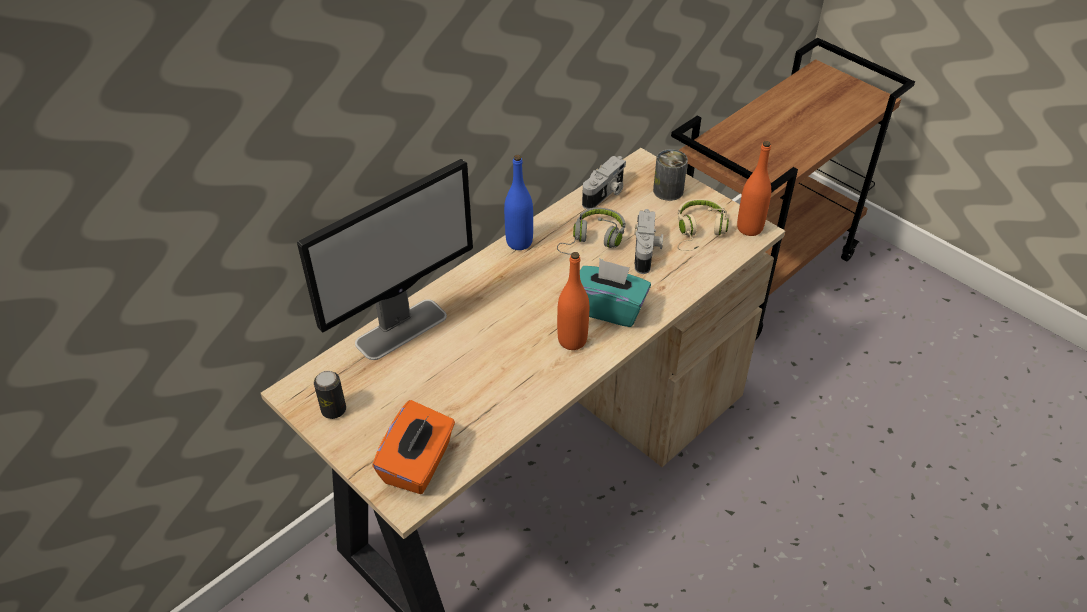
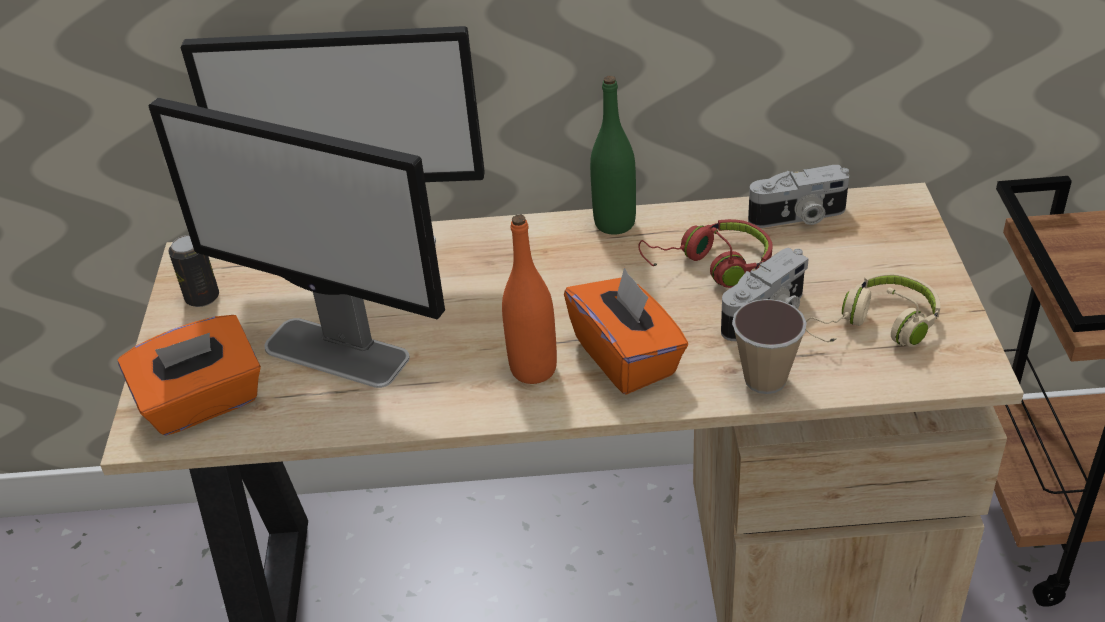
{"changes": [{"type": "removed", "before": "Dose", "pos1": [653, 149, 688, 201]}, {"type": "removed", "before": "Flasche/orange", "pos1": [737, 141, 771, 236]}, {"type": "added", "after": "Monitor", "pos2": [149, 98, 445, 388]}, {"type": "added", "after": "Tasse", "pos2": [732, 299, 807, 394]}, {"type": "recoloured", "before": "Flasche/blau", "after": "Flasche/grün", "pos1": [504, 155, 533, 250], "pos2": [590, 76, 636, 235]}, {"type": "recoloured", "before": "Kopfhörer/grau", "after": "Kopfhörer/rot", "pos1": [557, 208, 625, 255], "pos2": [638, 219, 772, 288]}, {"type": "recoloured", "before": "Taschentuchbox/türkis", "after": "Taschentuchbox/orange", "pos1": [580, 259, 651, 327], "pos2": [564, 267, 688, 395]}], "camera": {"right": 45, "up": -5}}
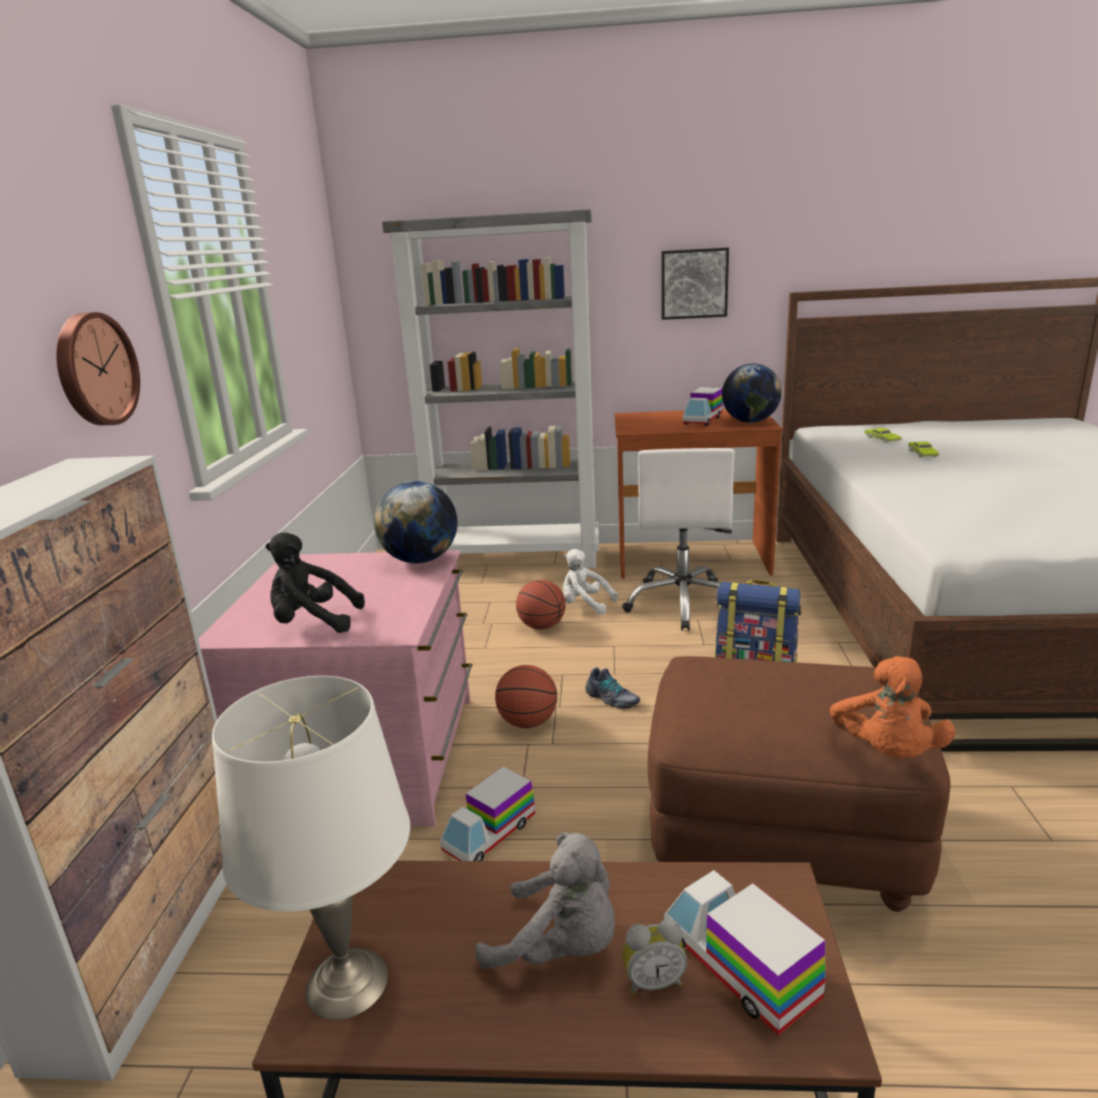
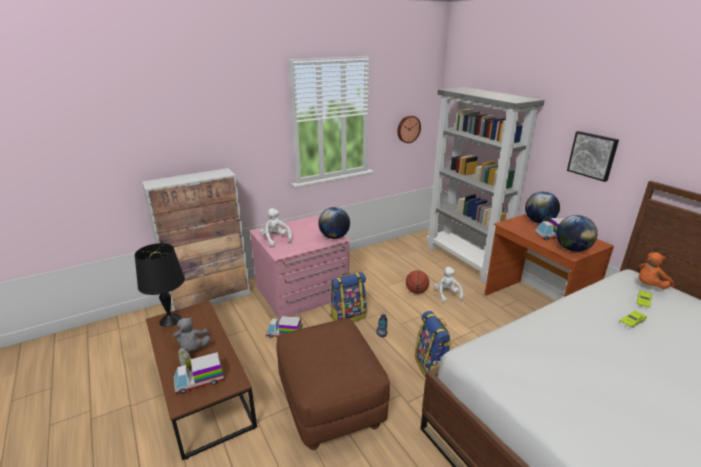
{"changes": [{"type": "removed", "before": "Bürostuhl/weiß", "pos1": [622, 448, 735, 630]}, {"type": "added", "after": "Globus", "pos2": [525, 191, 560, 224]}, {"type": "moved", "before": "Wanduhr", "pos1": [56, 312, 140, 426], "pos2": [397, 115, 421, 143]}, {"type": "moved", "before": "Plüschtier/orange", "pos1": [830, 656, 955, 758], "pos2": [639, 252, 674, 289]}, {"type": "replaced", "before": "Basketball", "after": "Rucksack", "pos1": [495, 665, 557, 728], "pos2": [330, 272, 367, 322]}, {"type": "recoloured", "before": "Tischlampe/weiß", "after": "Tischlampe/schwarz", "pos1": [212, 676, 410, 1020], "pos2": [135, 243, 185, 327]}, {"type": "recoloured", "before": "Plüschtier/schwarz", "after": "Plüschtier/weiß", "pos1": [266, 532, 365, 633], "pos2": [260, 208, 292, 247]}, {"type": "turned", "before": "Spielzeuglaster", "pos1": [664, 870, 825, 1035], "pos2": [174, 352, 224, 394], "turn": -135}], "camera": {"right": 55, "up": 5}}
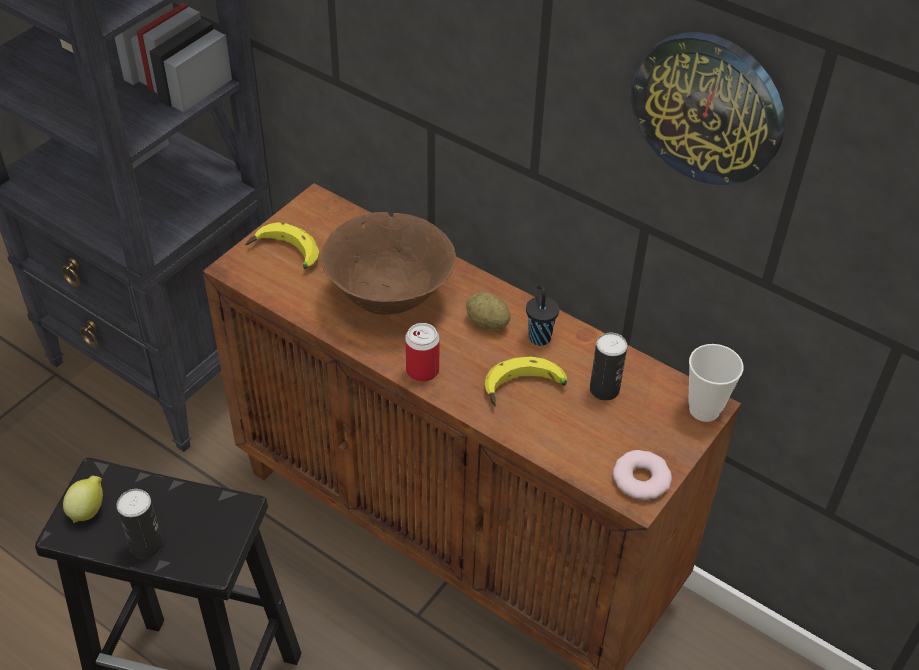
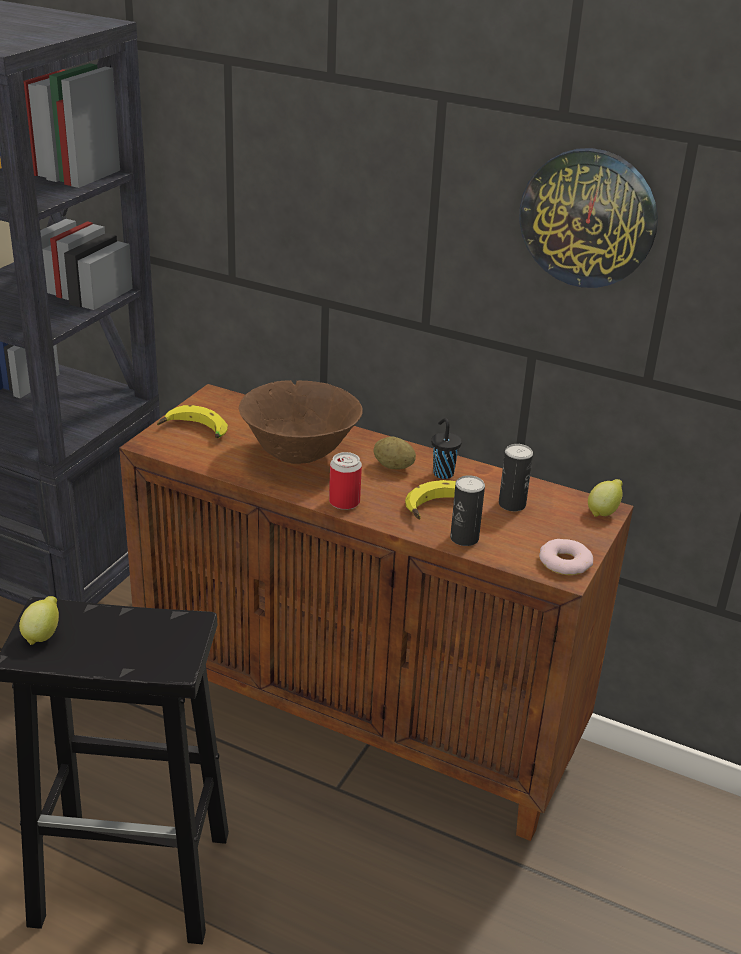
{"changes": [{"type": "moved", "before": "Dose", "pos1": [116, 489, 163, 558], "pos2": [450, 475, 485, 546]}, {"type": "replaced", "before": "Tasse", "after": "Zitrone", "pos1": [688, 344, 744, 422], "pos2": [588, 479, 623, 517]}], "camera": {"right": -10, "up": -15}}
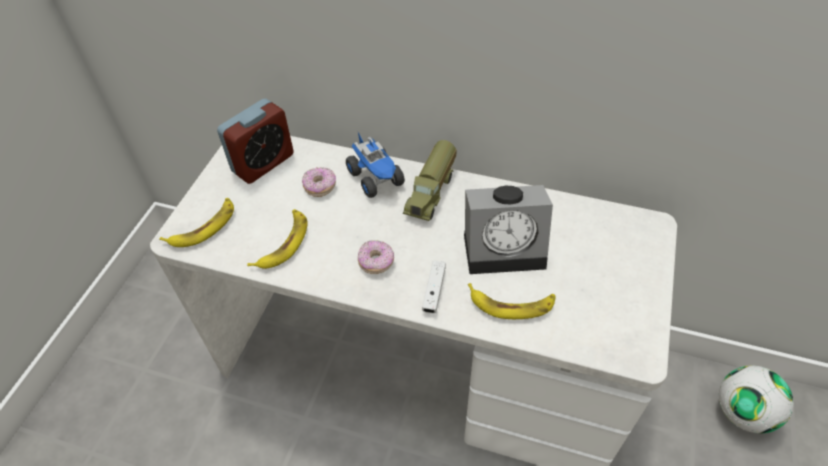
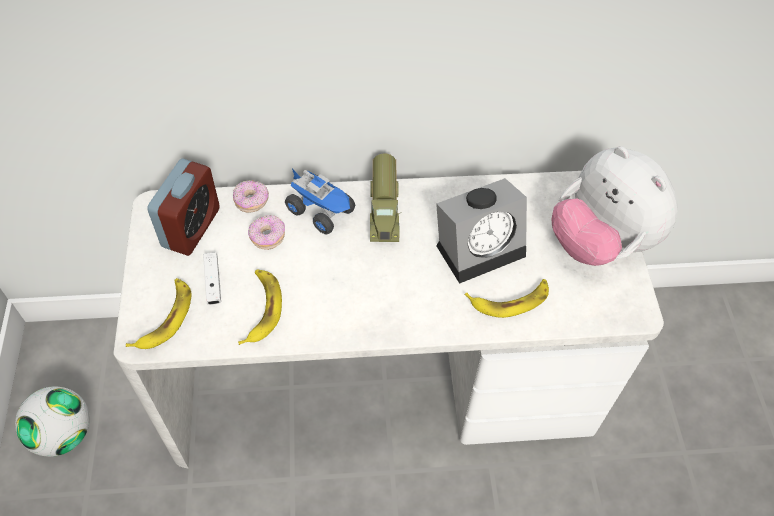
{"changes": [{"type": "added", "after": "Plüschtier", "pos2": [552, 146, 678, 266]}, {"type": "moved", "before": "Donut", "pos1": [358, 240, 394, 274], "pos2": [233, 180, 269, 213]}, {"type": "moved", "before": "Gamepad/weiß", "pos1": [422, 261, 446, 313], "pos2": [203, 252, 221, 305]}, {"type": "moved", "before": "Fußball", "pos1": [719, 365, 793, 433], "pos2": [15, 386, 90, 457]}], "camera": {"right": -25, "up": 5}}
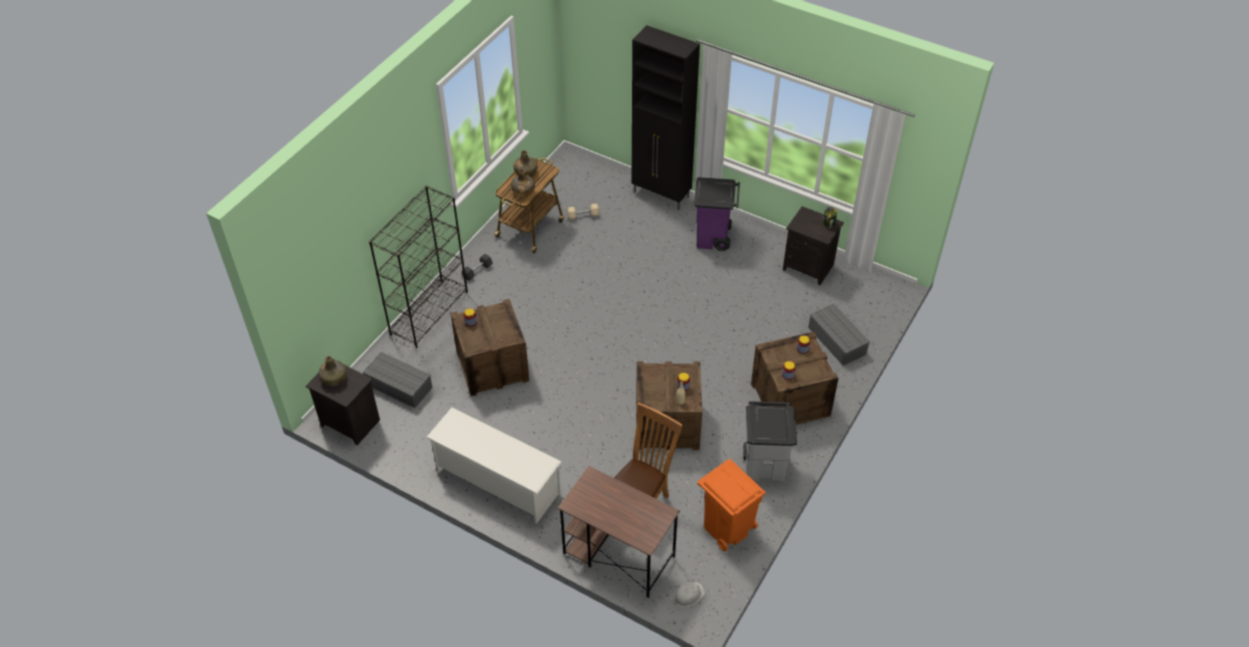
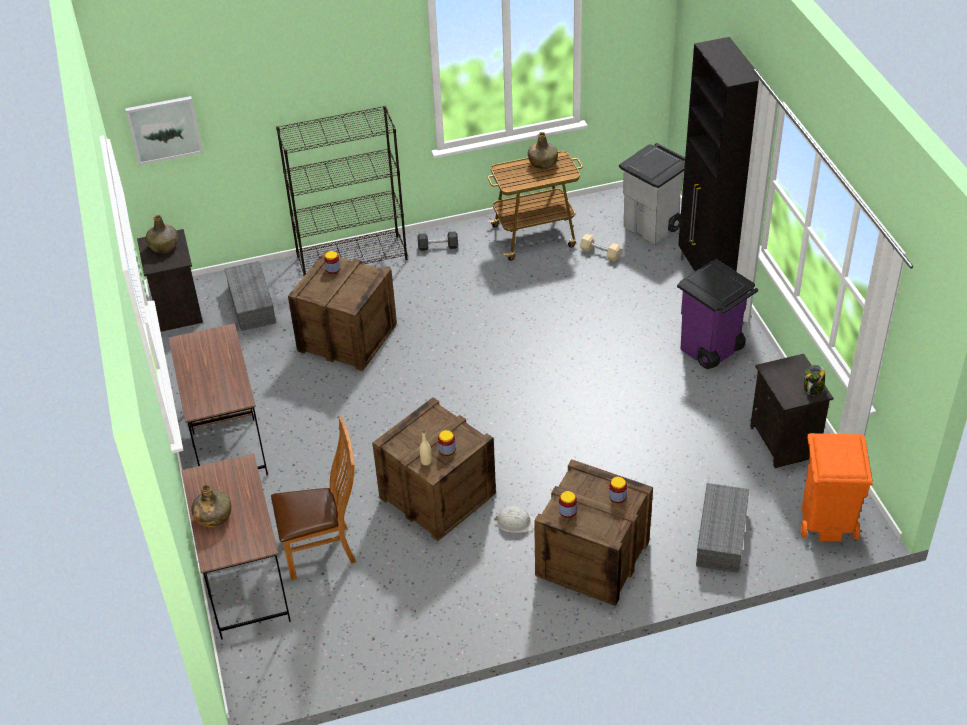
{"changes": [{"type": "added", "after": "Bild", "pos2": [125, 96, 203, 165]}, {"type": "moved", "before": "Flasche/grün", "pos1": [511, 169, 535, 197], "pos2": [191, 484, 231, 527]}, {"type": "moved", "before": "Schutzhelm/weiß", "pos1": [674, 582, 706, 607], "pos2": [494, 506, 536, 533]}, {"type": "moved", "before": "Mülleimer/orange", "pos1": [697, 459, 766, 551], "pos2": [801, 433, 873, 541]}, {"type": "moved", "before": "Mülleimer/grau", "pos1": [743, 401, 797, 482], "pos2": [619, 143, 685, 244]}, {"type": "replaced", "before": "Schuhregal/weiß", "after": "Schreibtisch/braun", "pos1": [426, 407, 561, 524], "pos2": [169, 323, 268, 475]}], "camera": {"right": 45, "up": -5}}
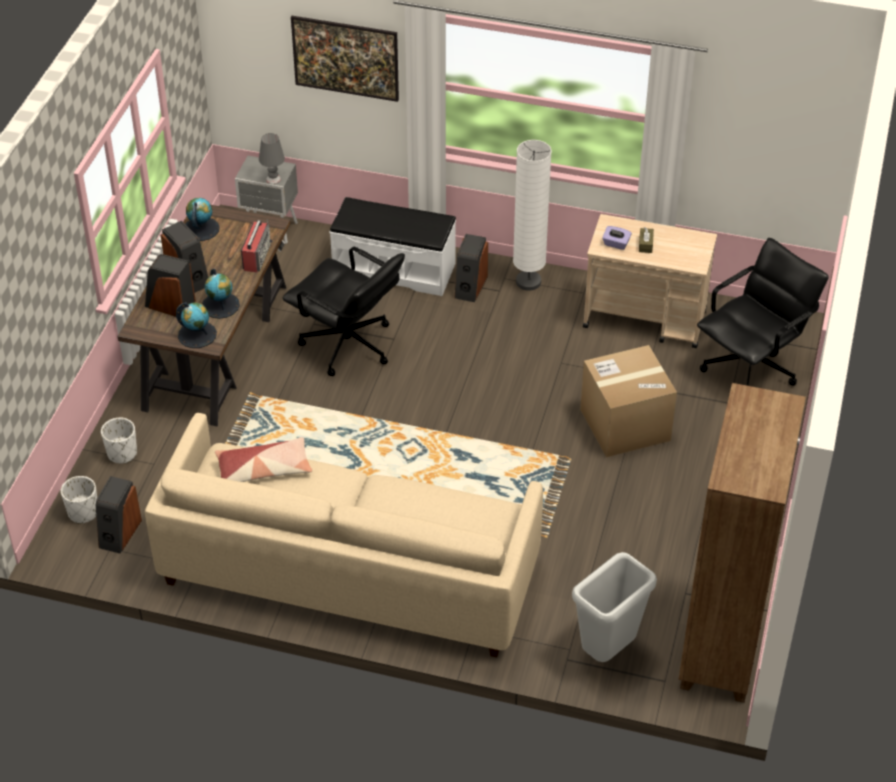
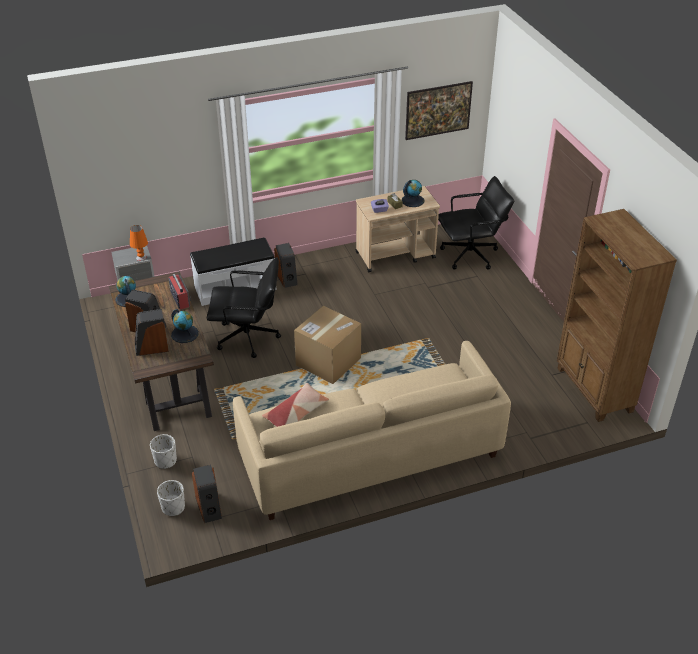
{"changes": [{"type": "removed", "before": "Stehlampe/weiß", "pos1": [513, 140, 552, 291]}, {"type": "removed", "before": "Mülleimer/grau", "pos1": [572, 552, 657, 662]}, {"type": "moved", "before": "Globus", "pos1": [176, 302, 217, 348], "pos2": [402, 180, 425, 207]}, {"type": "moved", "before": "Bild", "pos1": [291, 16, 399, 102], "pos2": [405, 81, 473, 140]}, {"type": "moved", "before": "Karton", "pos1": [580, 345, 677, 457], "pos2": [294, 306, 361, 384]}, {"type": "recoloured", "before": "Tischlampe/grau", "after": "Tischlampe/orange", "pos1": [259, 133, 285, 184], "pos2": [130, 225, 148, 261]}, {"type": "turned", "before": "Bürostuhl/schwarz", "pos1": [697, 238, 829, 386], "pos2": [438, 176, 514, 270], "turn": 60}], "camera": {"right": -35, "up": -5}}
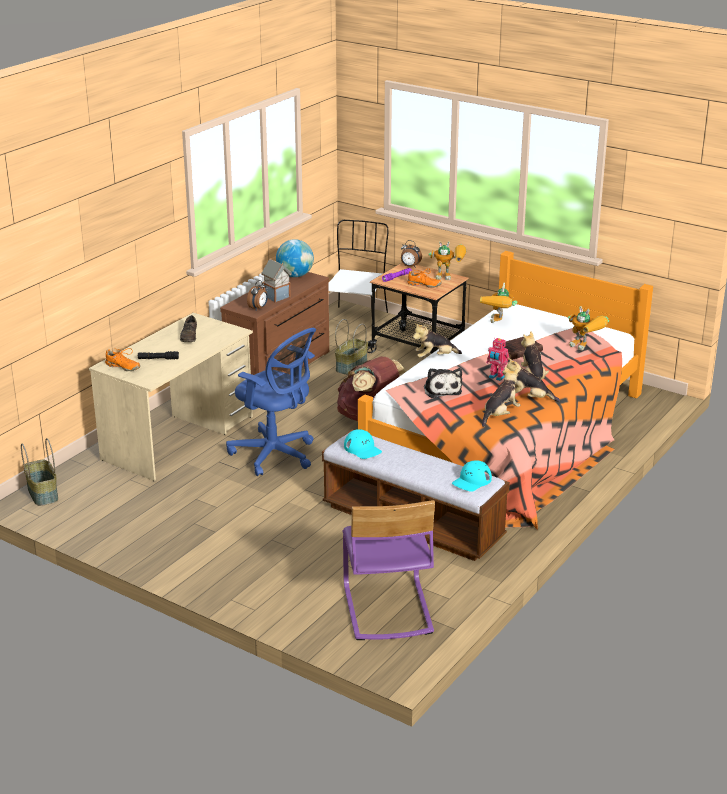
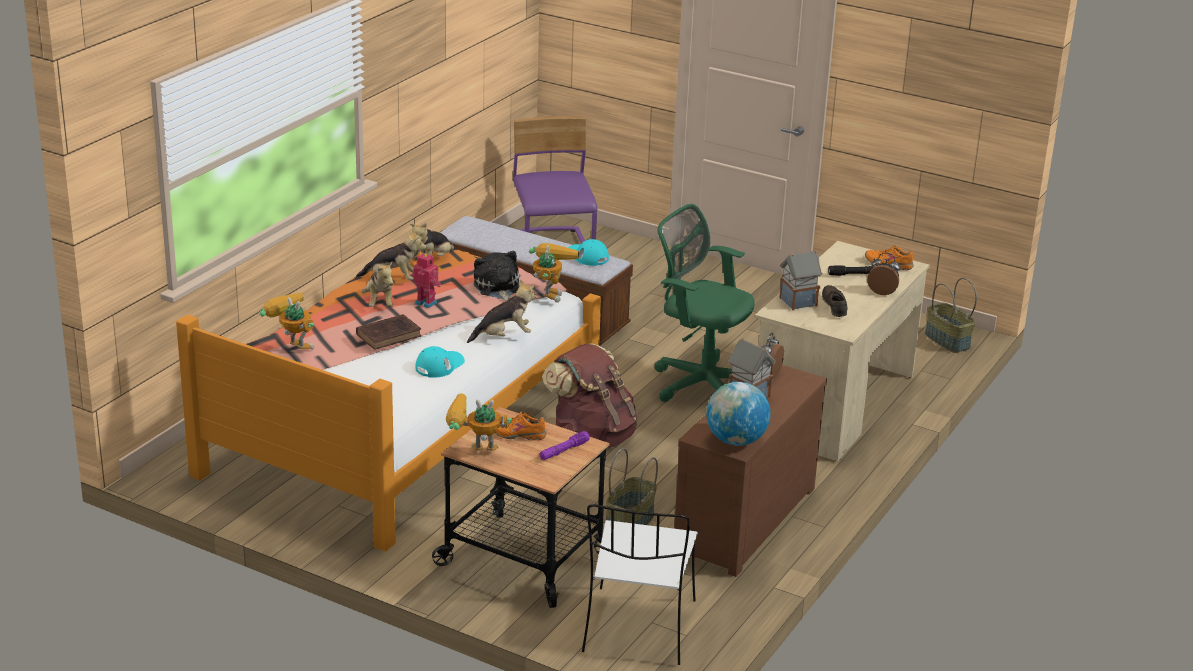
{"changes": [{"type": "added", "after": "Spielzeughaus", "pos2": [779, 250, 822, 310]}, {"type": "moved", "before": "Wecker", "pos1": [401, 240, 422, 268], "pos2": [867, 253, 901, 295]}, {"type": "moved", "before": "Kappe/türkis", "pos1": [452, 460, 492, 492], "pos2": [415, 346, 465, 378]}, {"type": "moved", "before": "Spielzeugroboter", "pos1": [480, 283, 517, 323], "pos2": [529, 243, 579, 303]}, {"type": "recoloured", "before": "Bürostuhl/blau", "after": "Bürostuhl/grün", "pos1": [226, 328, 316, 476], "pos2": [654, 204, 755, 402]}], "camera": {"right": 175, "up": 0}}
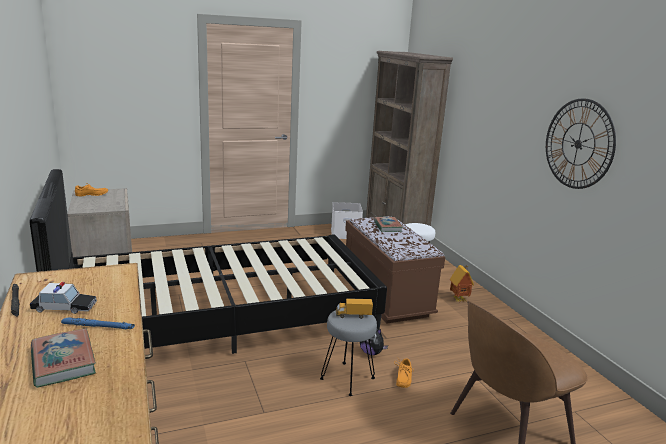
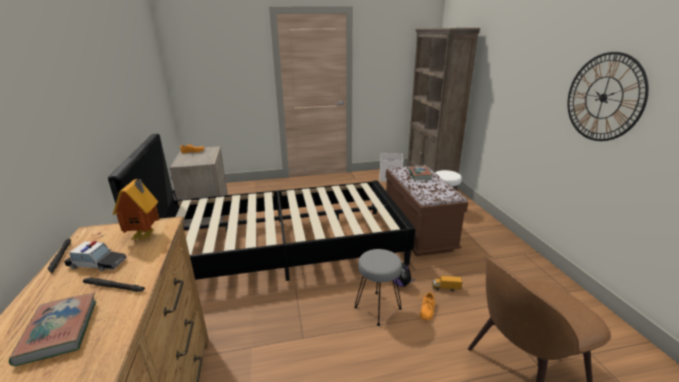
{"changes": [{"type": "moved", "before": "Spielzeuglaster", "pos1": [336, 298, 373, 319], "pos2": [432, 276, 462, 292]}, {"type": "moved", "before": "Spielzeughaus", "pos1": [450, 265, 474, 302], "pos2": [113, 179, 160, 240]}, {"type": "recoloured", "before": "Taschenlampe/blau", "after": "Taschenlampe/schwarz", "pos1": [61, 318, 135, 329], "pos2": [83, 278, 145, 292]}], "camera": {"right": 10, "up": 5}}
